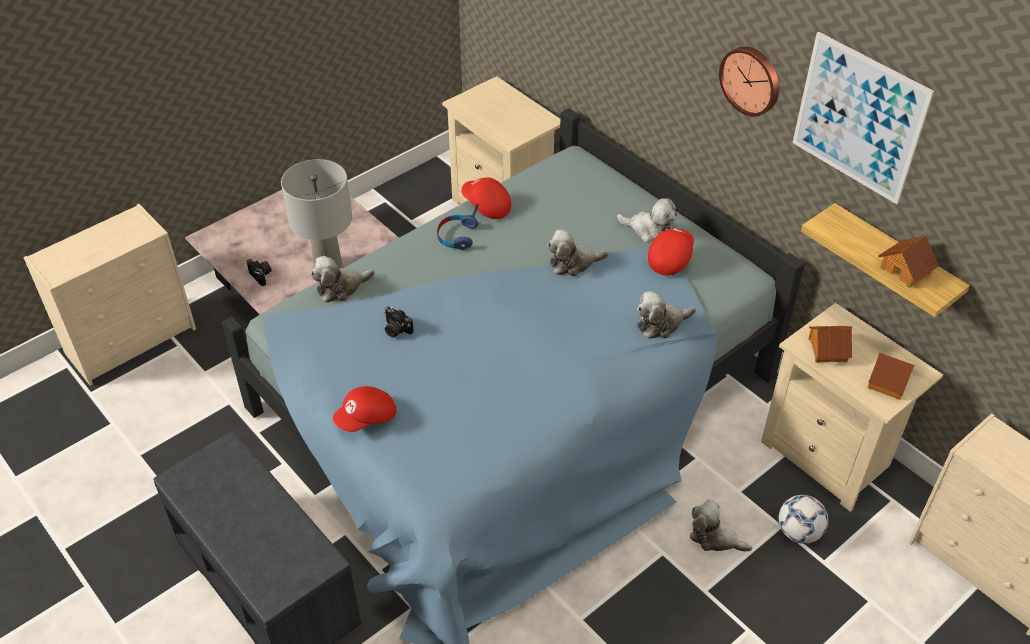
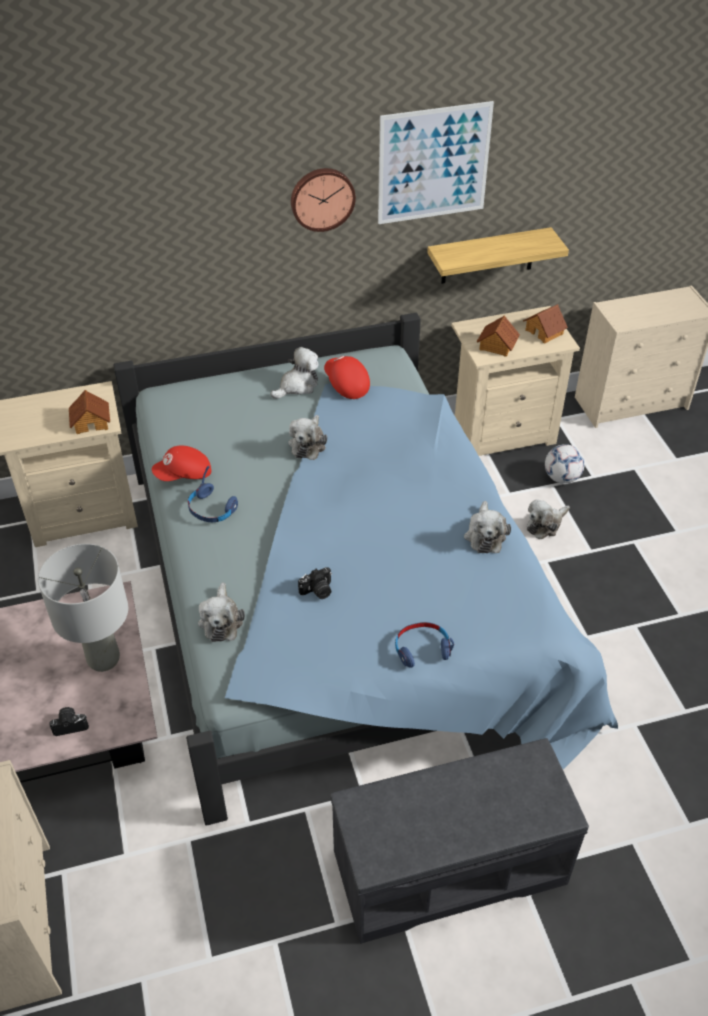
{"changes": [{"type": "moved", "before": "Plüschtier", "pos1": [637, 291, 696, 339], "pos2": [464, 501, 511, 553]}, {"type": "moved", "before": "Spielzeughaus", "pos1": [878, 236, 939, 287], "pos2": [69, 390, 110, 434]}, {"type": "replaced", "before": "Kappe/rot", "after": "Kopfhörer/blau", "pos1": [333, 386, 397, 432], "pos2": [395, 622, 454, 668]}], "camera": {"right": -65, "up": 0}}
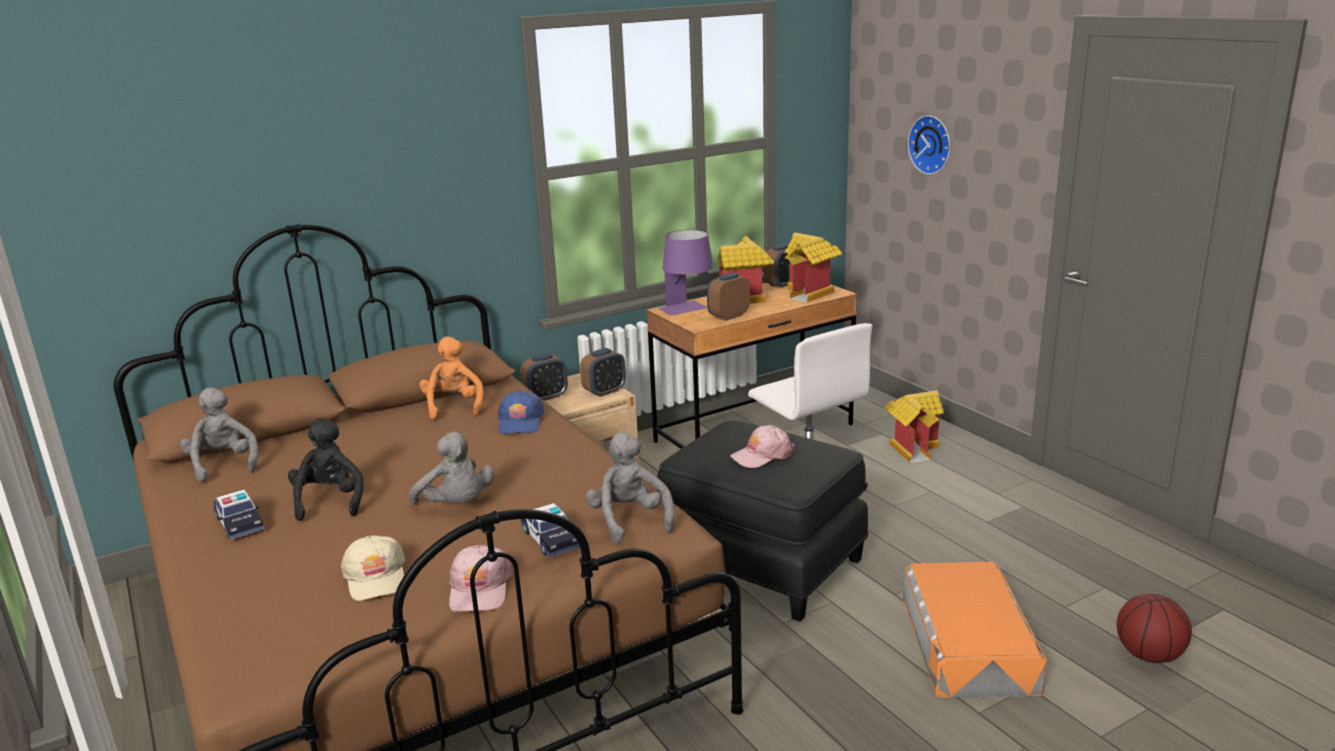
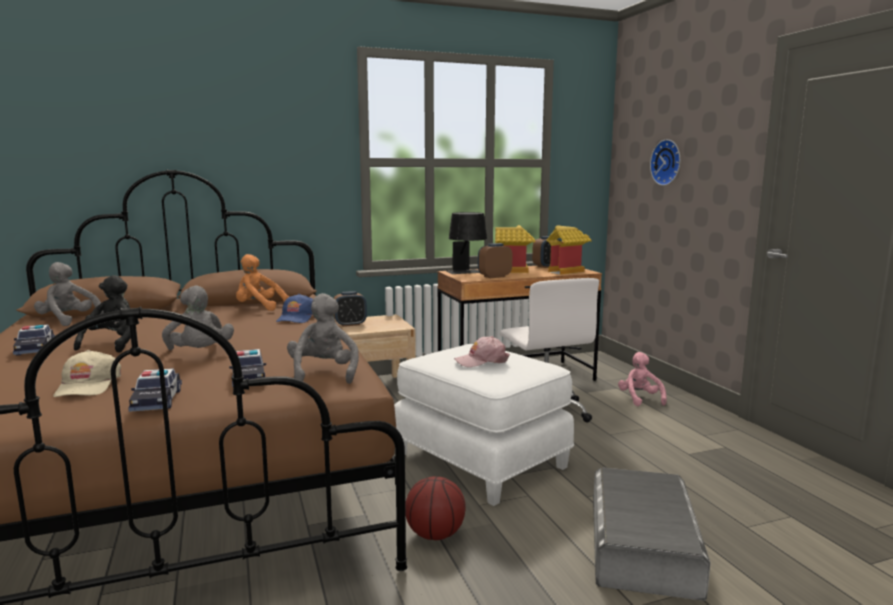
{"changes": [{"type": "removed", "before": "Wecker", "pos1": [580, 348, 626, 397]}, {"type": "moved", "before": "Basketball", "pos1": [1117, 594, 1192, 663], "pos2": [405, 476, 466, 540]}, {"type": "replaced", "before": "Kappe/rosa", "after": "Spielzeugauto", "pos1": [449, 545, 513, 612], "pos2": [128, 368, 182, 412]}, {"type": "replaced", "before": "Spielzeughaus", "after": "Plüschtier/rosa", "pos1": [884, 390, 944, 463], "pos2": [618, 352, 667, 406]}, {"type": "recoloured", "before": "Polsterhocker/schwarz", "after": "Polsterhocker/weiß", "pos1": [657, 421, 869, 622], "pos2": [394, 344, 574, 506]}, {"type": "recoloured", "before": "Tischlampe/lila", "after": "Tischlampe/schwarz", "pos1": [658, 230, 713, 316], "pos2": [447, 212, 487, 274]}, {"type": "recoloured", "before": "Aufbewahrungsbox/orange", "after": "Aufbewahrungsbox/grau", "pos1": [903, 562, 1047, 698], "pos2": [593, 467, 711, 601]}, {"type": "turned", "before": "Plüschtier/grau", "pos1": [180, 387, 258, 482], "pos2": [34, 262, 104, 326], "turn": -45}, {"type": "turned", "before": "Plüschtier/orange", "pos1": [419, 336, 484, 419], "pos2": [236, 254, 290, 311], "turn": -75}], "camera": {"right": 10, "up": -10}}
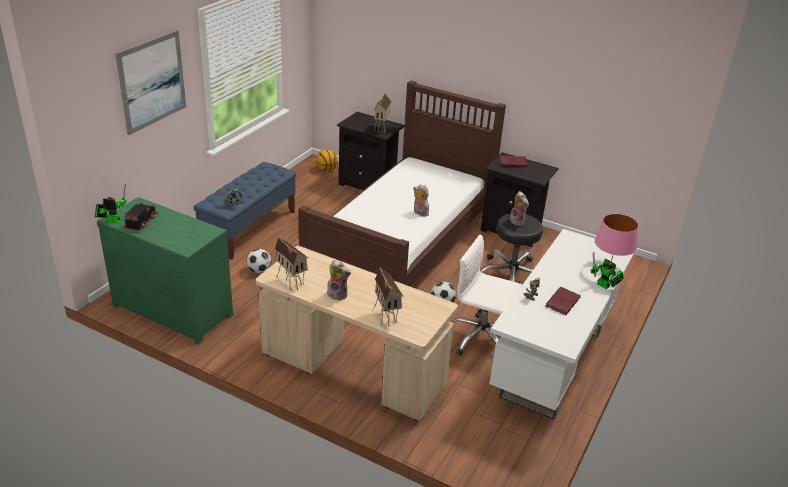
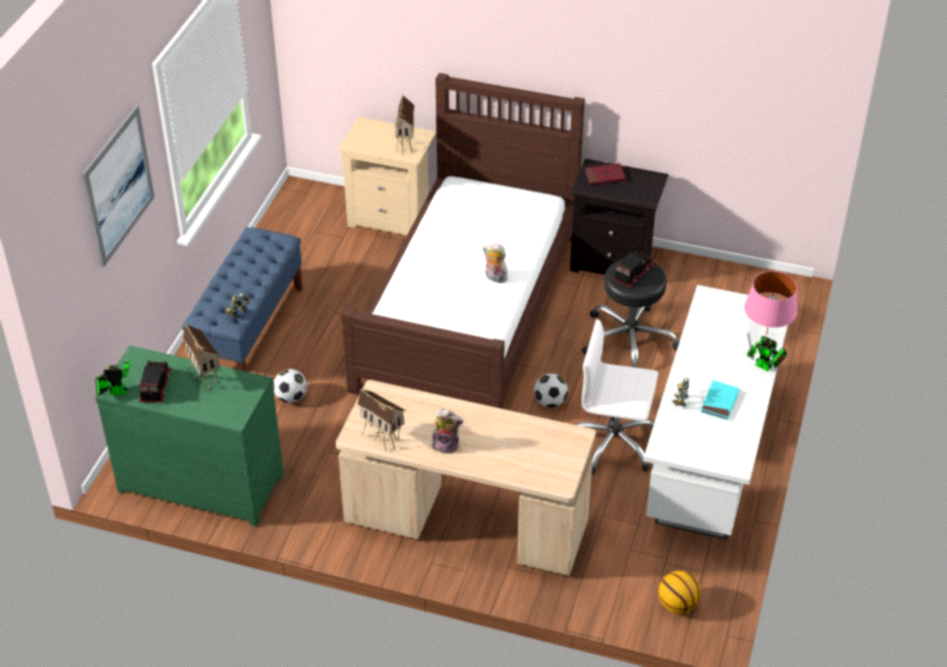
{"changes": [{"type": "moved", "before": "Basketball", "pos1": [316, 150, 338, 171], "pos2": [658, 570, 701, 614]}, {"type": "moved", "before": "Spielzeughaus", "pos1": [374, 268, 404, 327], "pos2": [183, 324, 221, 390]}, {"type": "replaced", "before": "Plüschtier", "after": "Spielzeuglaster", "pos1": [510, 191, 529, 226], "pos2": [612, 250, 654, 287]}, {"type": "recoloured", "before": "Nachttisch/schwarz", "after": "Nachttisch/beige", "pos1": [337, 112, 404, 190], "pos2": [338, 117, 436, 235]}, {"type": "recoloured", "before": "Buch/rot", "after": "Buch/türkis", "pos1": [546, 287, 581, 315], "pos2": [701, 380, 740, 420]}], "camera": {"right": -10, "up": 10}}
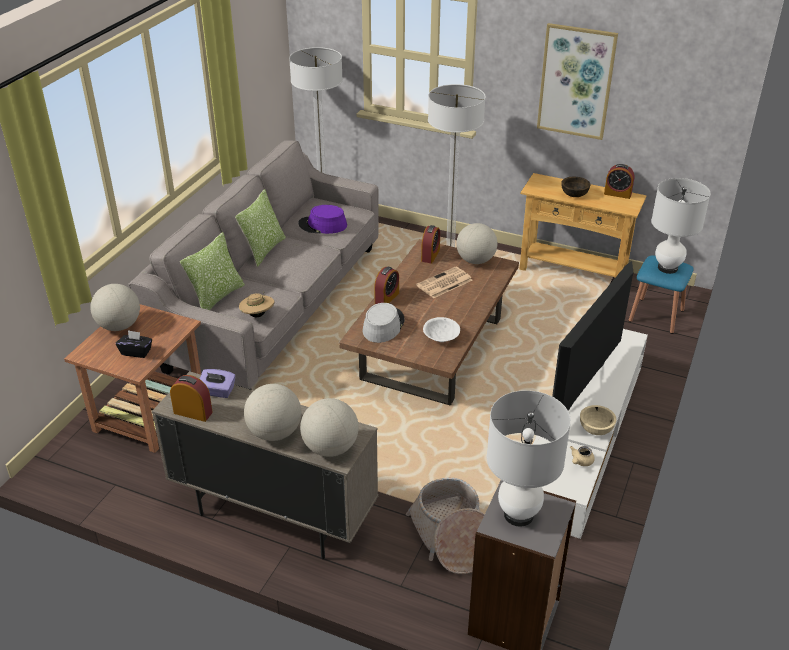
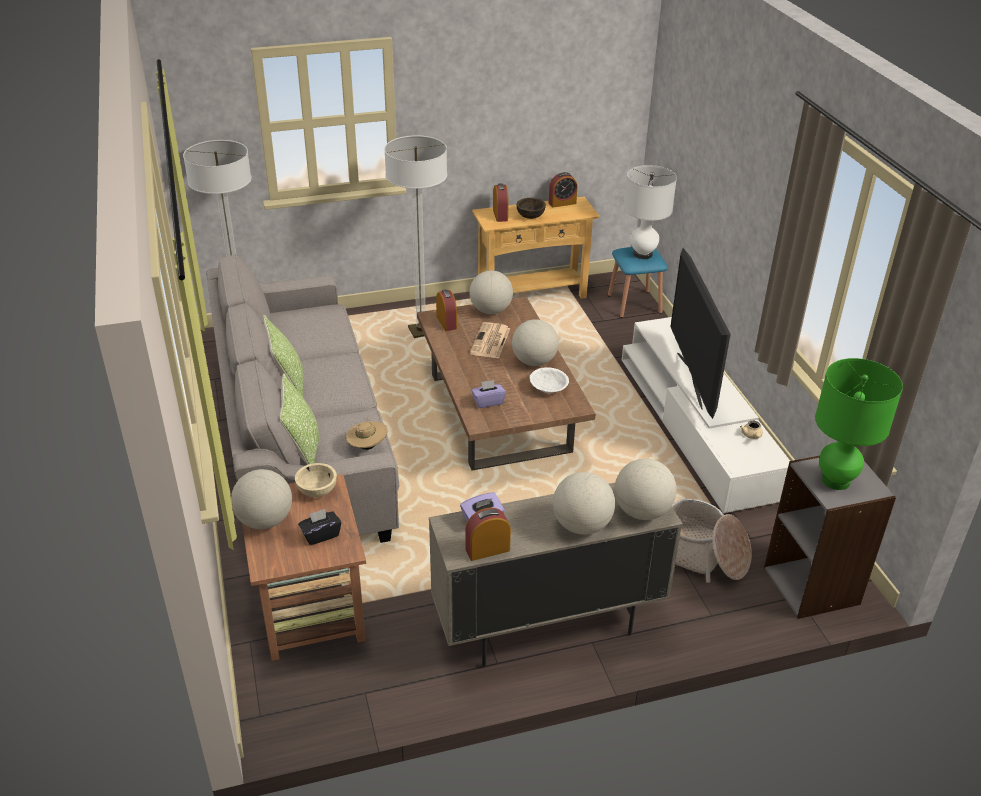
{"changes": [{"type": "removed", "before": "Hut/lila", "pos1": [298, 205, 347, 234]}, {"type": "removed", "before": "Bild", "pos1": [537, 23, 618, 140]}, {"type": "added", "after": "Globus", "pos2": [512, 319, 559, 366]}, {"type": "moved", "before": "Wecker", "pos1": [374, 266, 399, 304], "pos2": [493, 183, 509, 222]}, {"type": "moved", "before": "Schüssel/beige", "pos1": [580, 405, 617, 435], "pos2": [295, 463, 337, 497]}, {"type": "replaced", "before": "Hut/grau", "after": "Taschentuchbox/lila", "pos1": [363, 303, 405, 343], "pos2": [471, 380, 506, 408]}, {"type": "recoloured", "before": "Tischlampe/weiß", "after": "Tischlampe/grün", "pos1": [487, 390, 571, 527], "pos2": [815, 358, 903, 490]}], "camera": {"right": -40, "up": 0}}
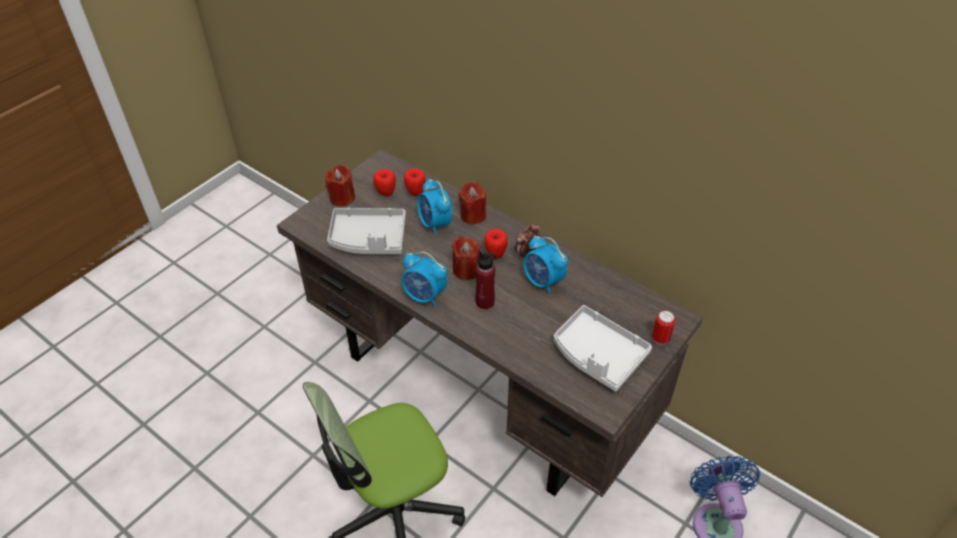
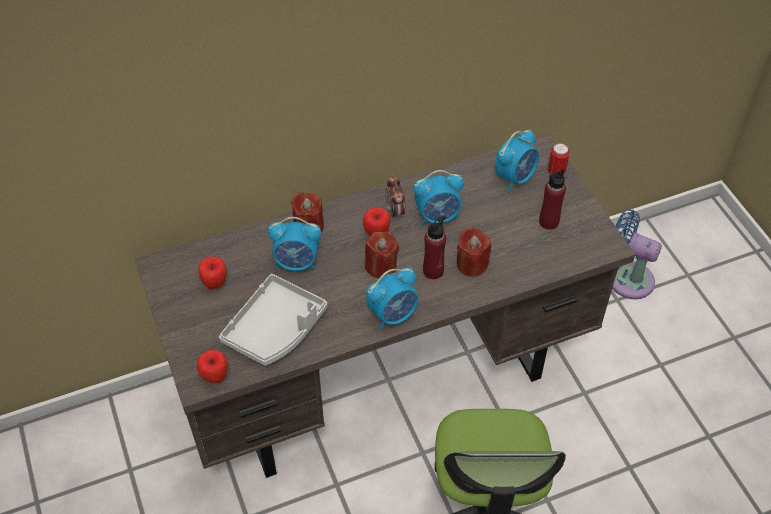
{"changes": [{"type": "added", "after": "Wecker", "pos2": [495, 129, 539, 191]}, {"type": "moved", "before": "Kerze/rot", "pos1": [325, 165, 355, 206], "pos2": [457, 227, 491, 277]}, {"type": "moved", "before": "Apfel", "pos1": [404, 168, 426, 196], "pos2": [197, 349, 227, 383]}, {"type": "replaced", "before": "Tablett/weiß", "after": "Flasche/rot", "pos1": [554, 305, 652, 391], "pos2": [539, 169, 566, 230]}], "camera": {"right": -60, "up": 5}}
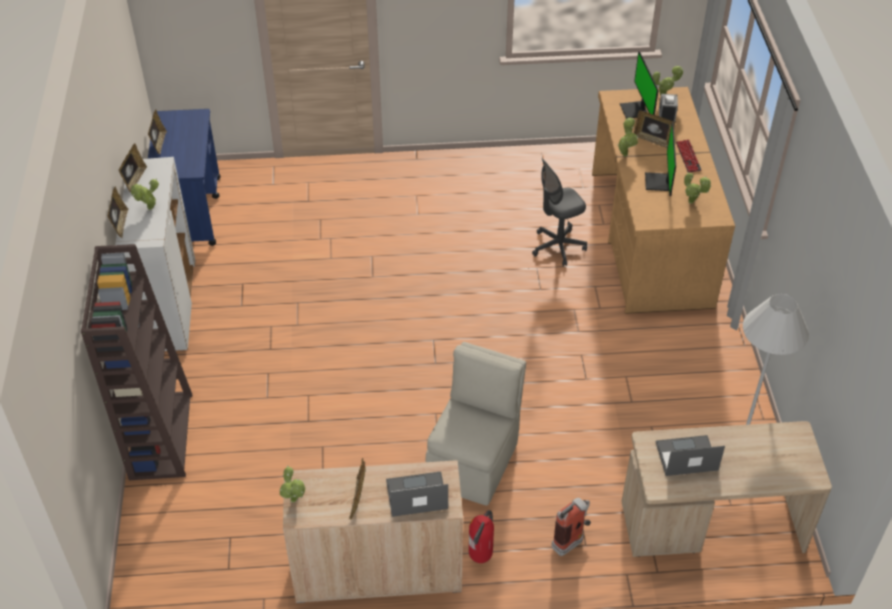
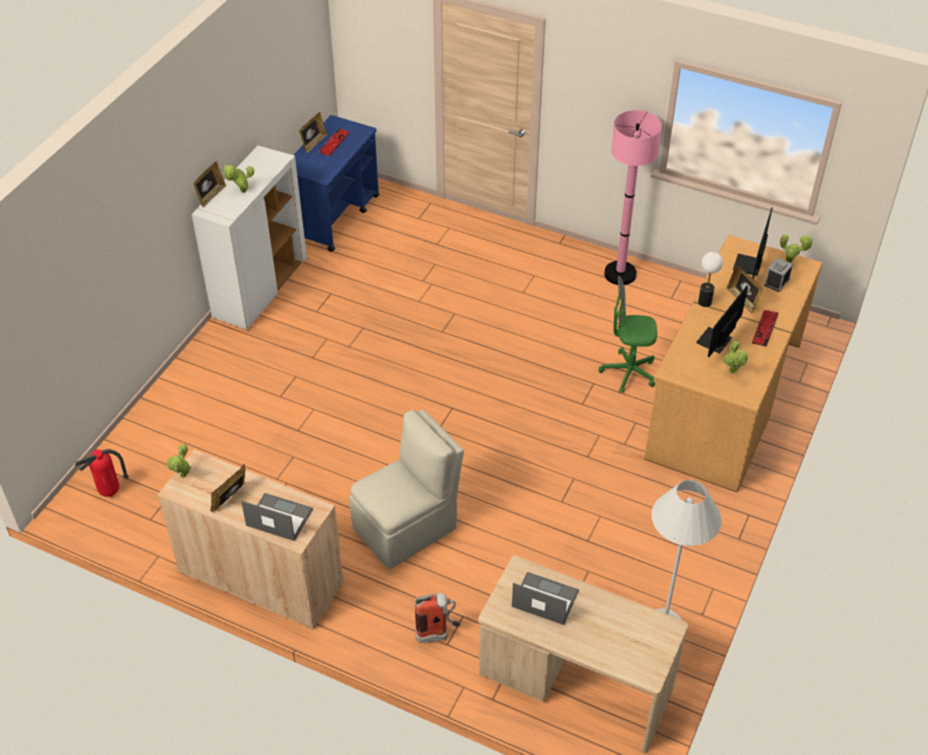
{"changes": [{"type": "removed", "before": "Bücherregal/braun", "pos1": [81, 244, 192, 480]}, {"type": "removed", "before": "Bilderrahmen", "pos1": [119, 143, 147, 192]}, {"type": "added", "after": "Tastatur", "pos2": [319, 129, 350, 156]}, {"type": "added", "after": "Stehlampe/rosa", "pos2": [604, 110, 662, 285]}, {"type": "moved", "before": "Feuerlöscher", "pos1": [469, 510, 494, 563], "pos2": [75, 449, 129, 497]}, {"type": "replaced", "before": "Topfpflanze", "after": "Tischlampe", "pos1": [617, 118, 638, 157], "pos2": [698, 252, 723, 307]}, {"type": "recoloured", "before": "Bürostuhl/grau", "after": "Bürostuhl/grün", "pos1": [532, 158, 587, 266], "pos2": [599, 276, 657, 393]}], "camera": {"right": 30, "up": 0}}
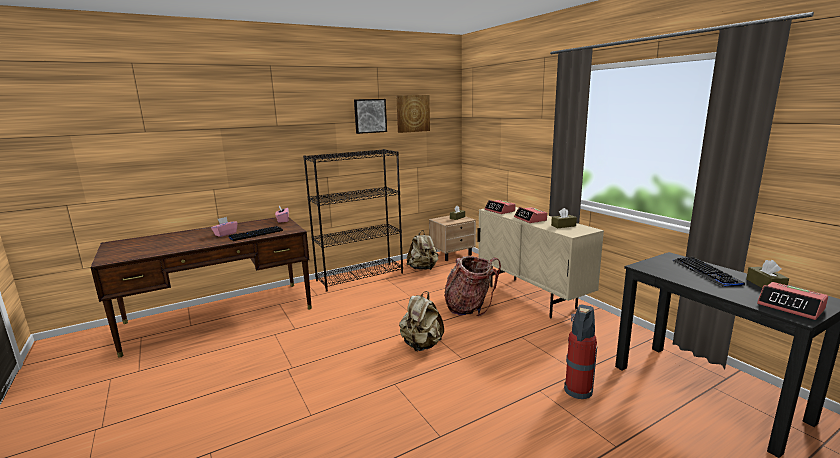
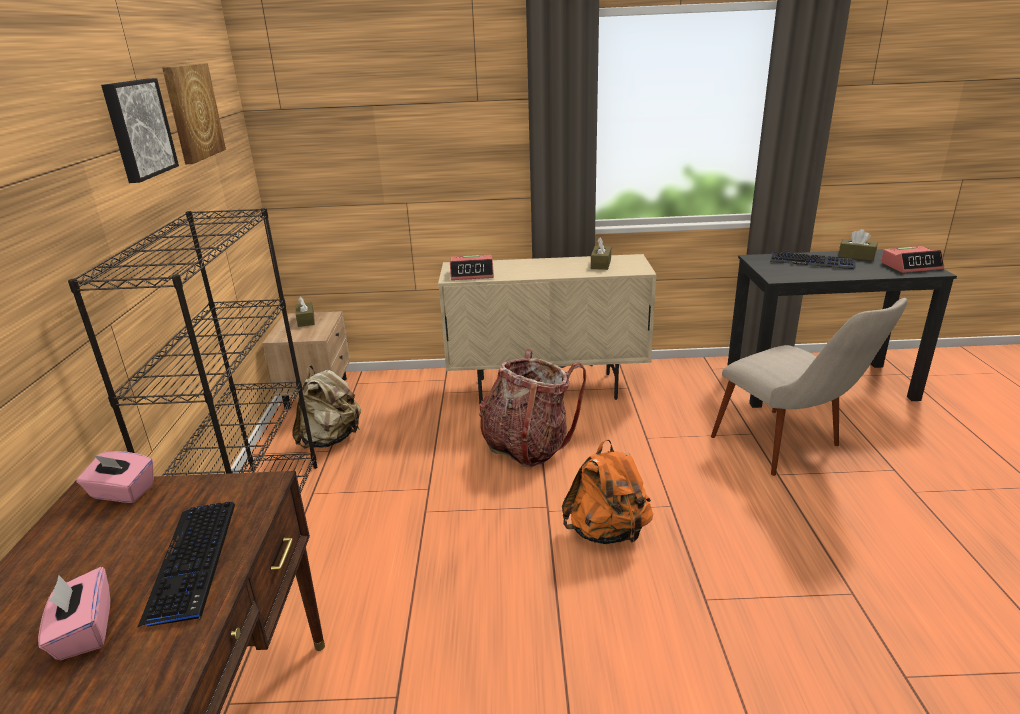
{"changes": [{"type": "removed", "before": "Wecker", "pos1": [514, 207, 547, 223]}, {"type": "replaced", "before": "Feuerlöscher", "after": "Stuhl/beige", "pos1": [564, 305, 597, 399], "pos2": [711, 298, 907, 476]}, {"type": "recoloured", "before": "Rucksack/beige", "after": "Rucksack/orange", "pos1": [399, 291, 444, 351], "pos2": [562, 439, 653, 544]}], "camera": {"right": -60, "up": 10}}
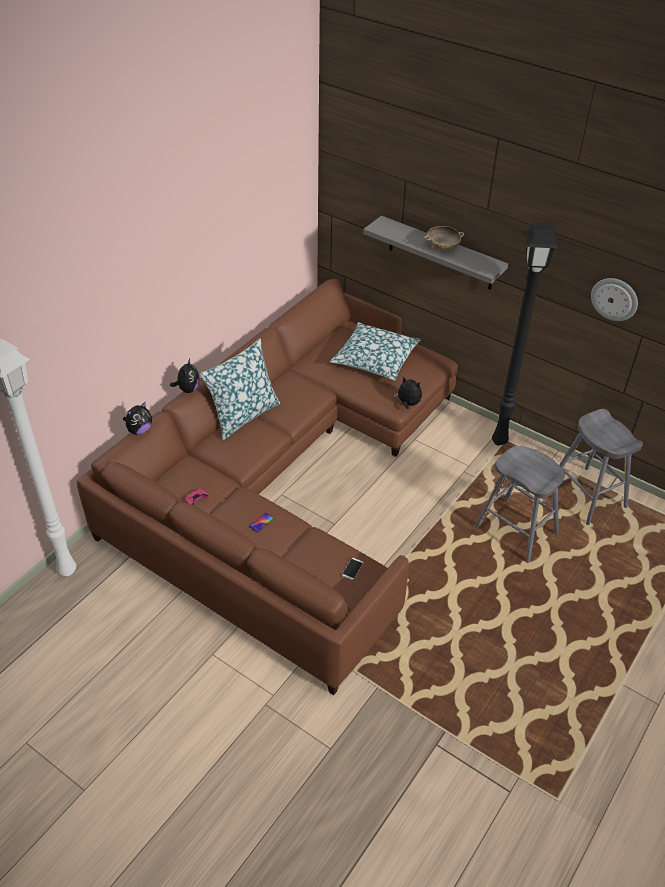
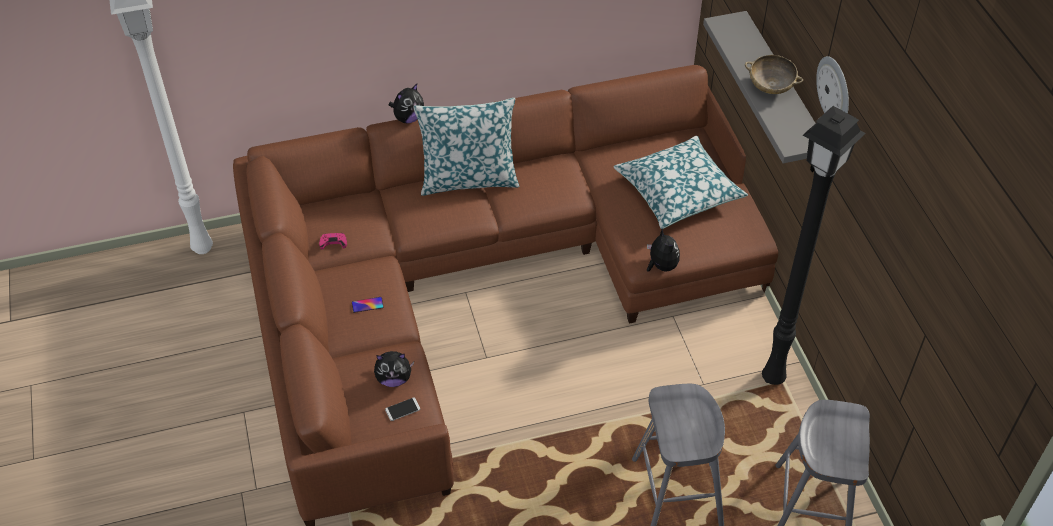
{"changes": [{"type": "moved", "before": "Plüschtier", "pos1": [123, 402, 152, 435], "pos2": [374, 351, 414, 387]}, {"type": "moved", "before": "Wanduhr", "pos1": [591, 278, 638, 321], "pos2": [816, 56, 849, 113]}], "camera": {"right": 40, "up": 5}}
